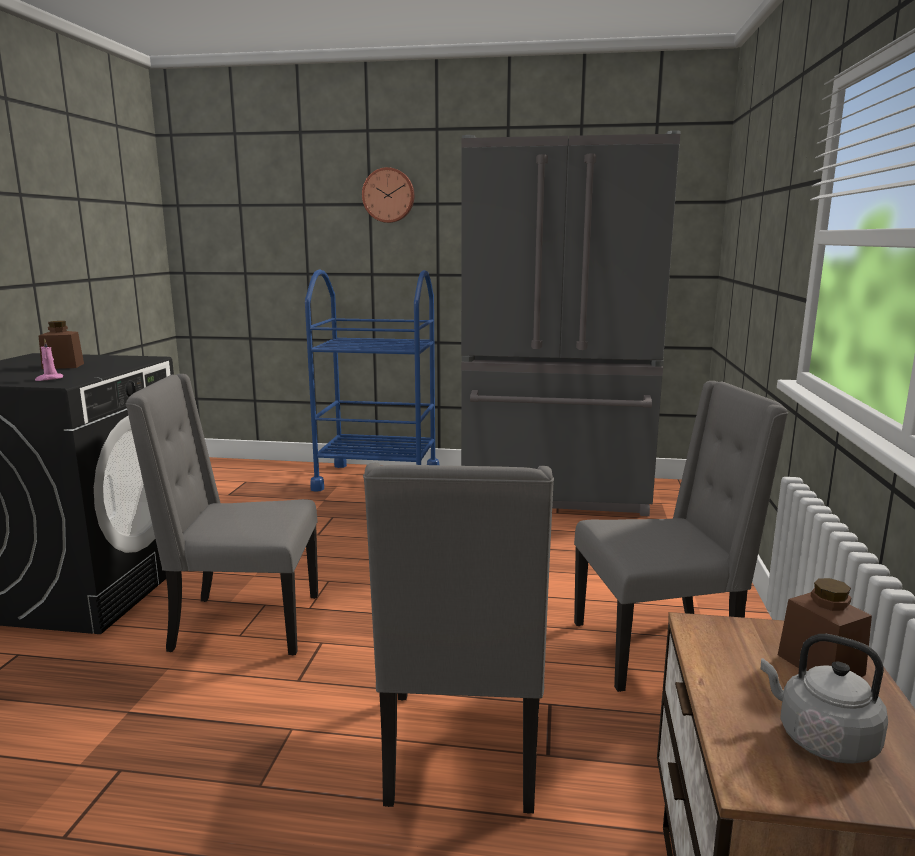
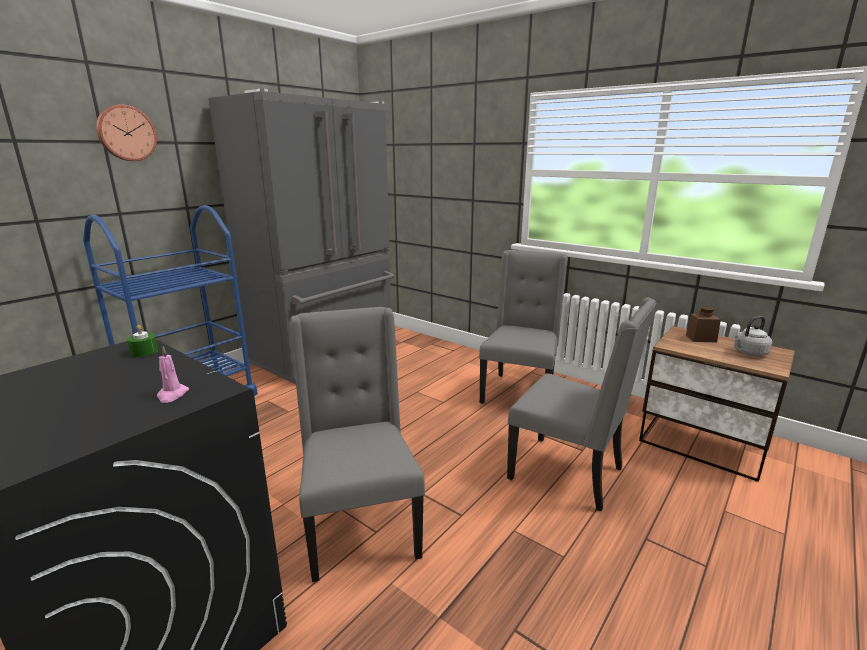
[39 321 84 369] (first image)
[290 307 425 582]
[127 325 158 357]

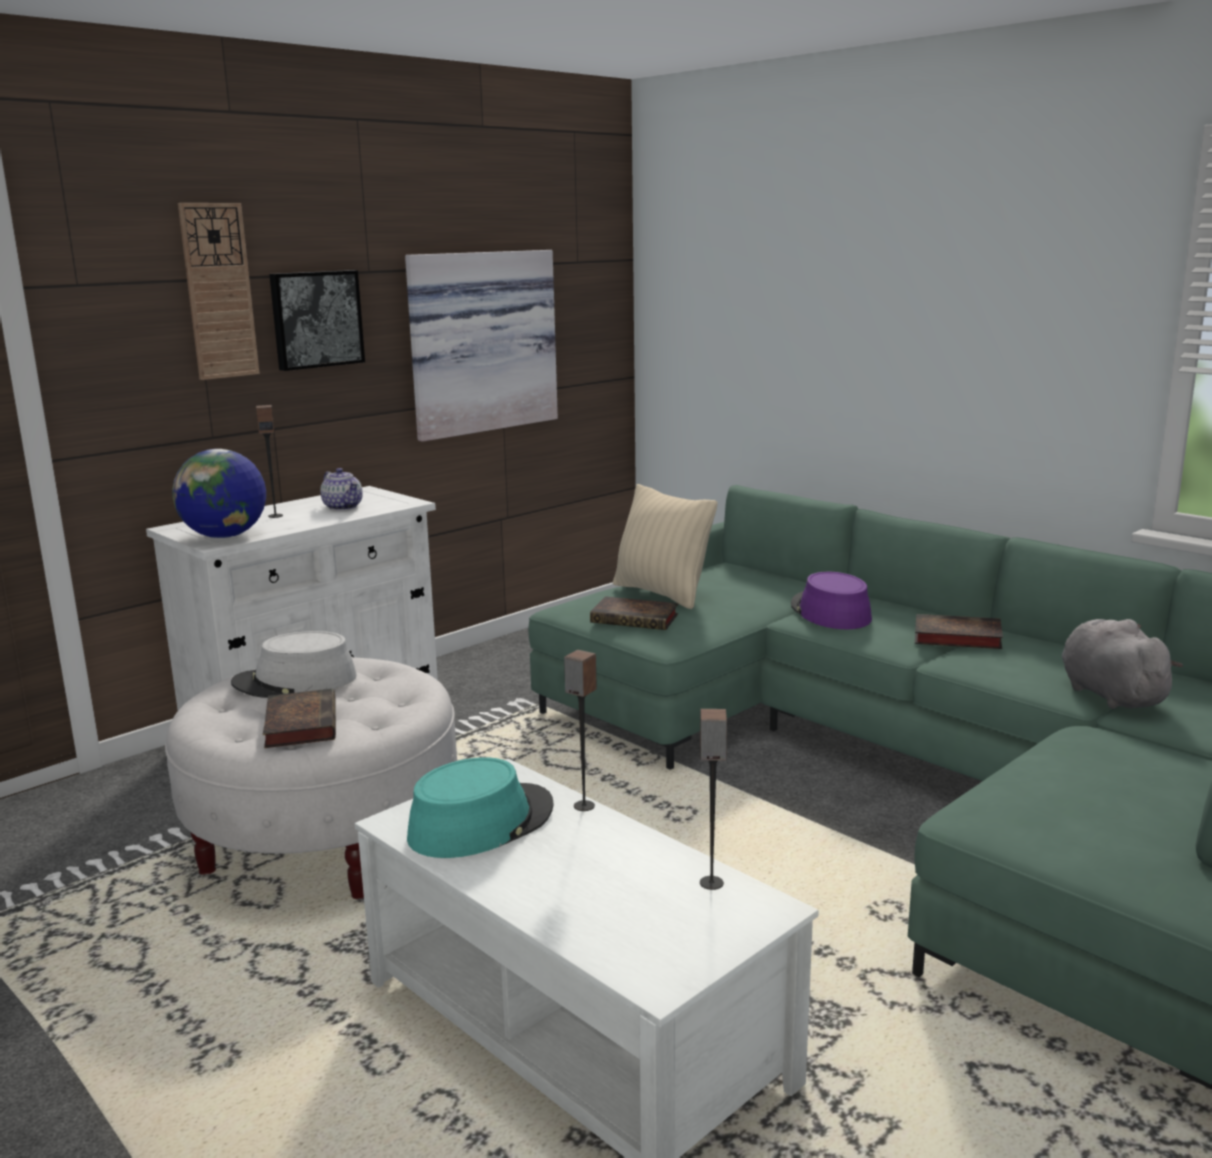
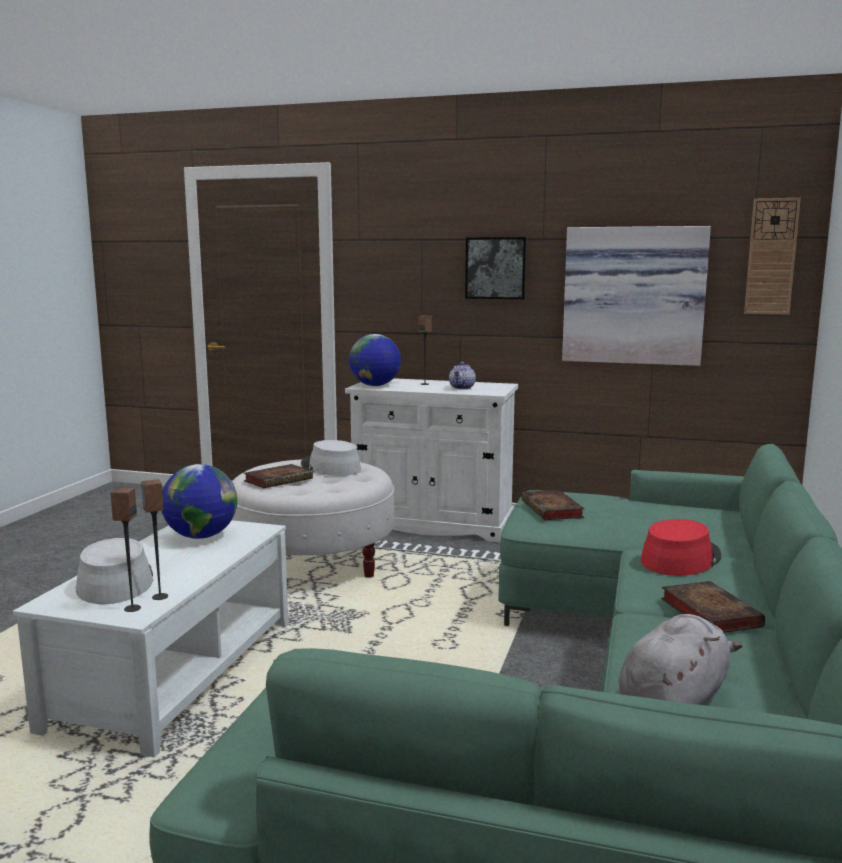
[744 198 801 315]
[162 464 237 539]
[110 488 141 612]
[613 484 718 609] (first image)
[641 519 722 576]
[76 538 154 604]

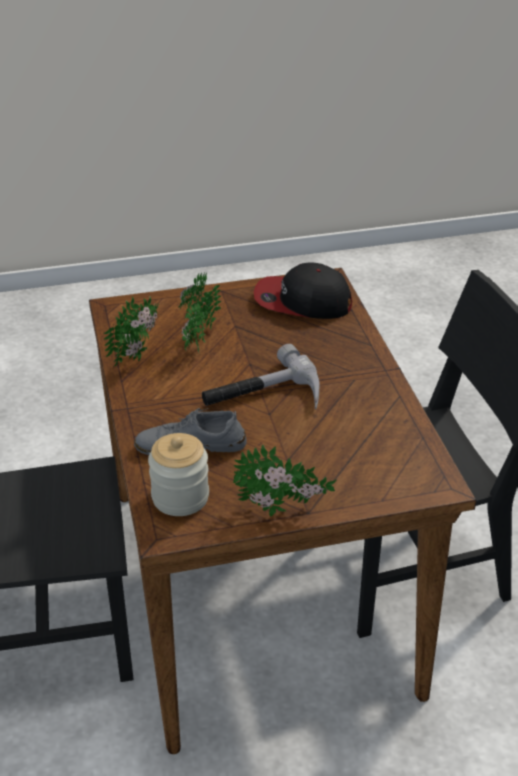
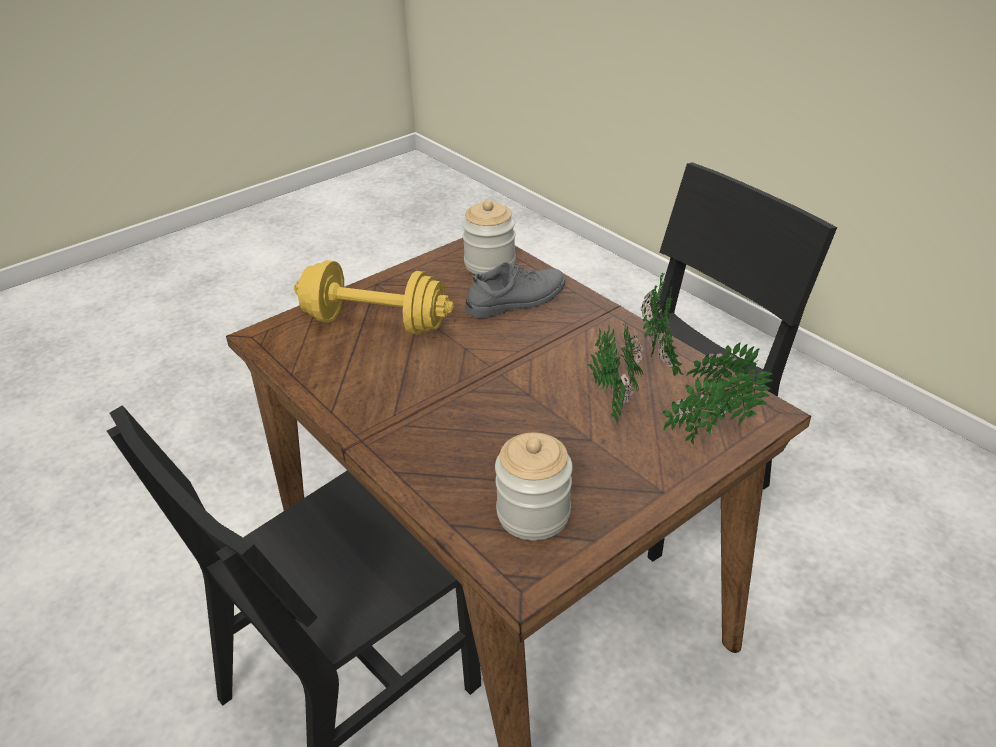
[202 344 320 410] (first image)
[663 342 773 445]
[495 433 573 540]
[294 260 454 335]

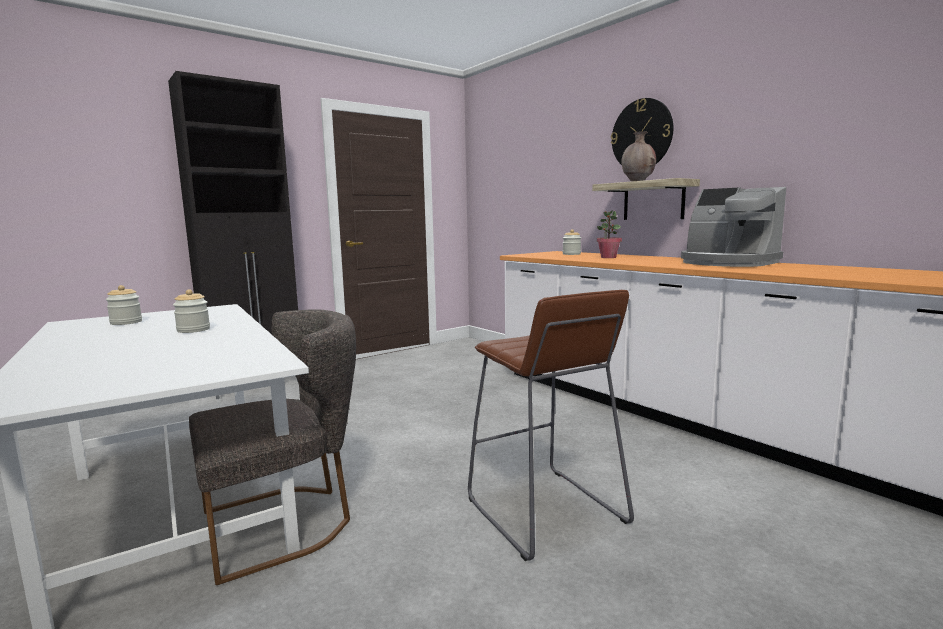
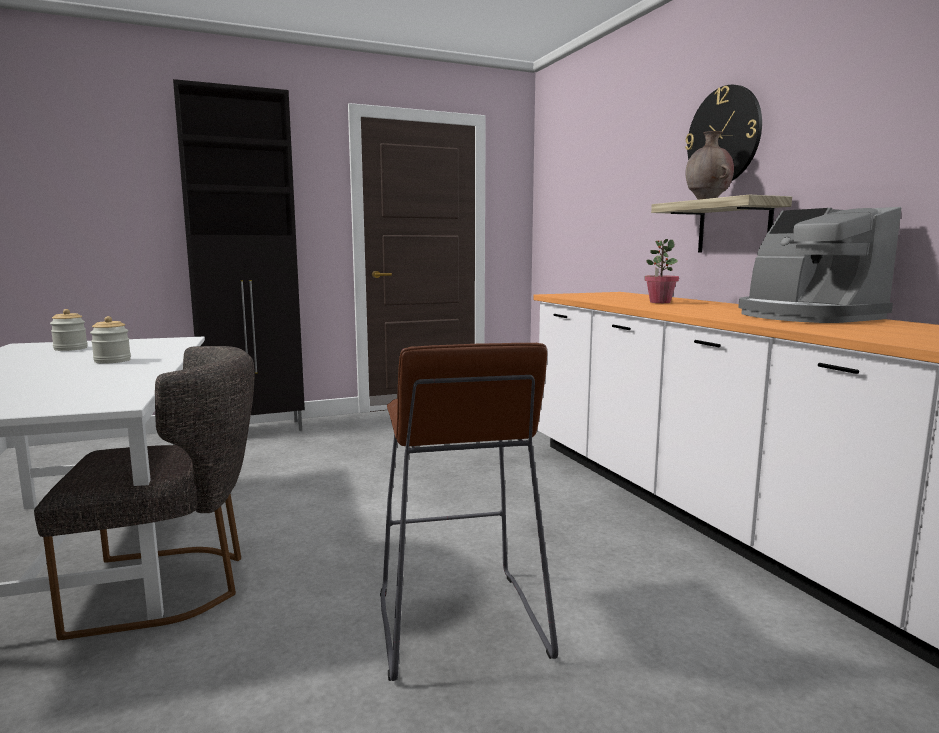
[563 229 581 255] (first image)

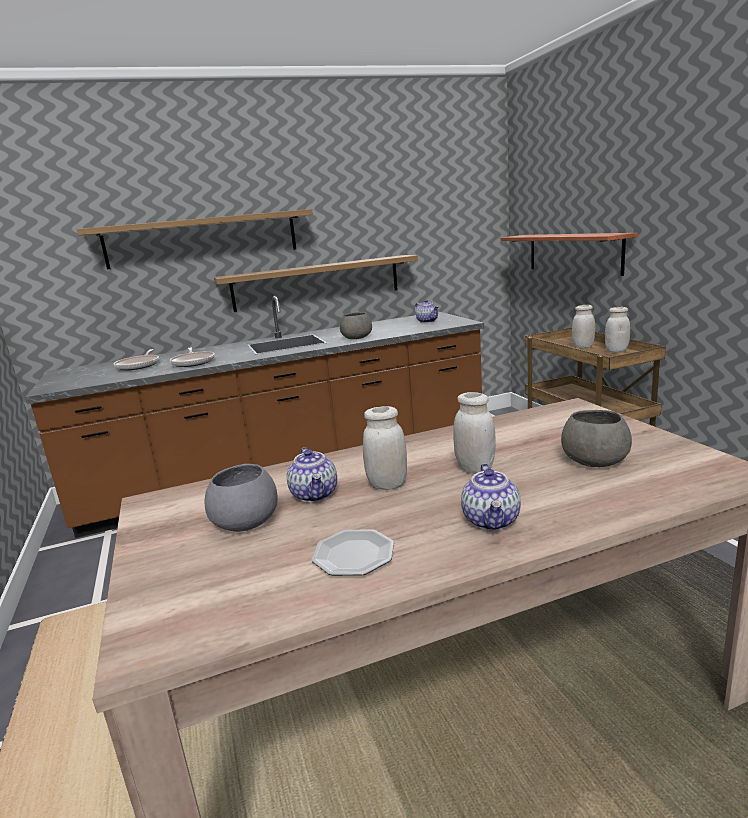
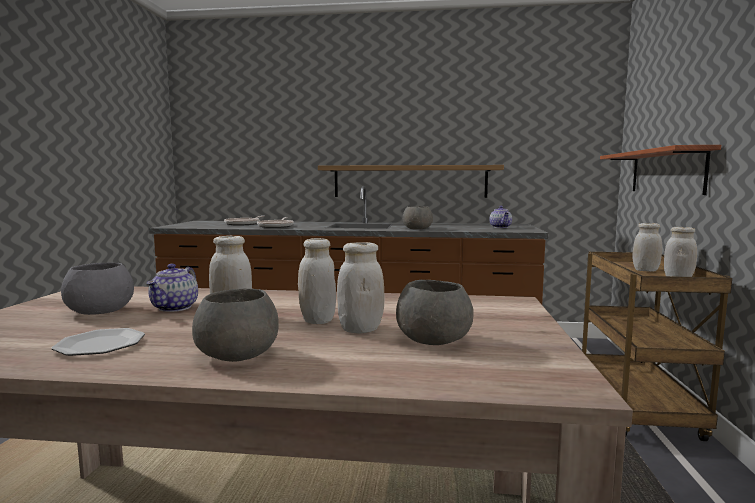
[77 209 313 269] (first image)
[192 288 279 362]
[337 242 384 333]

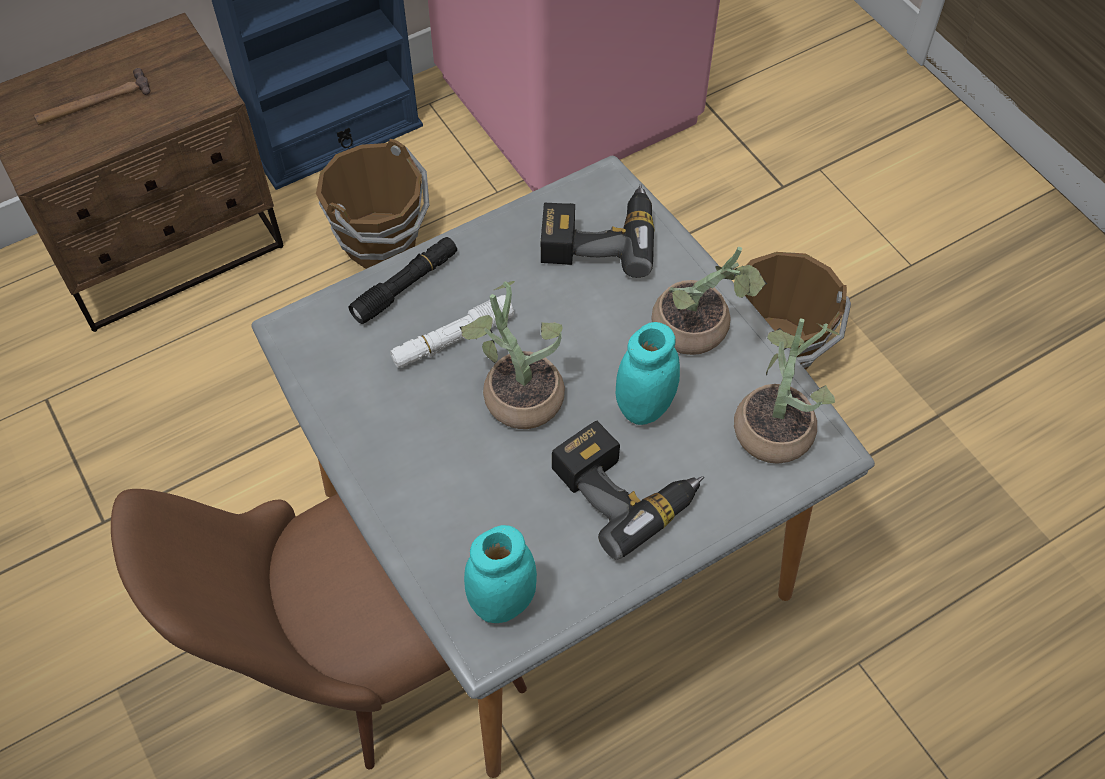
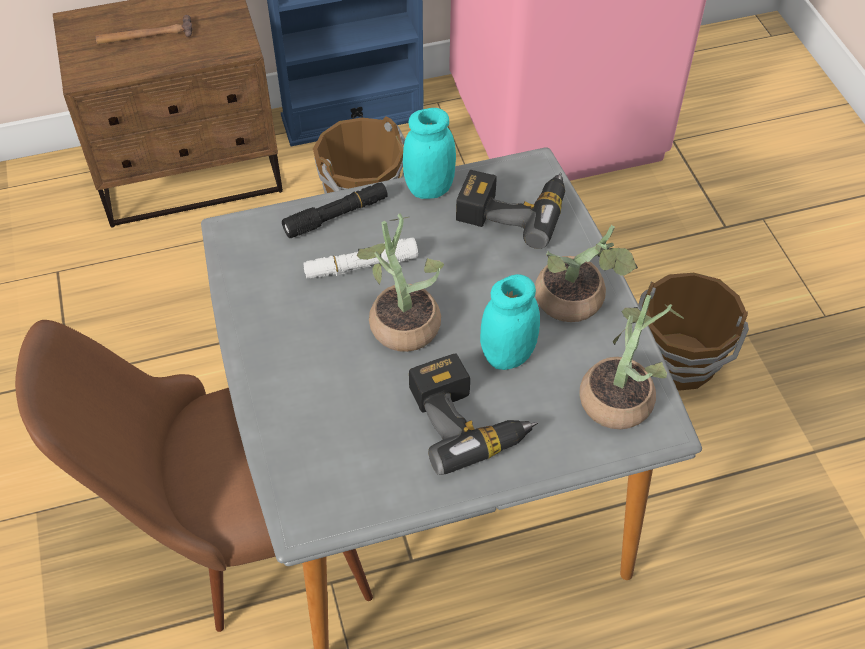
[403 108 456 199]

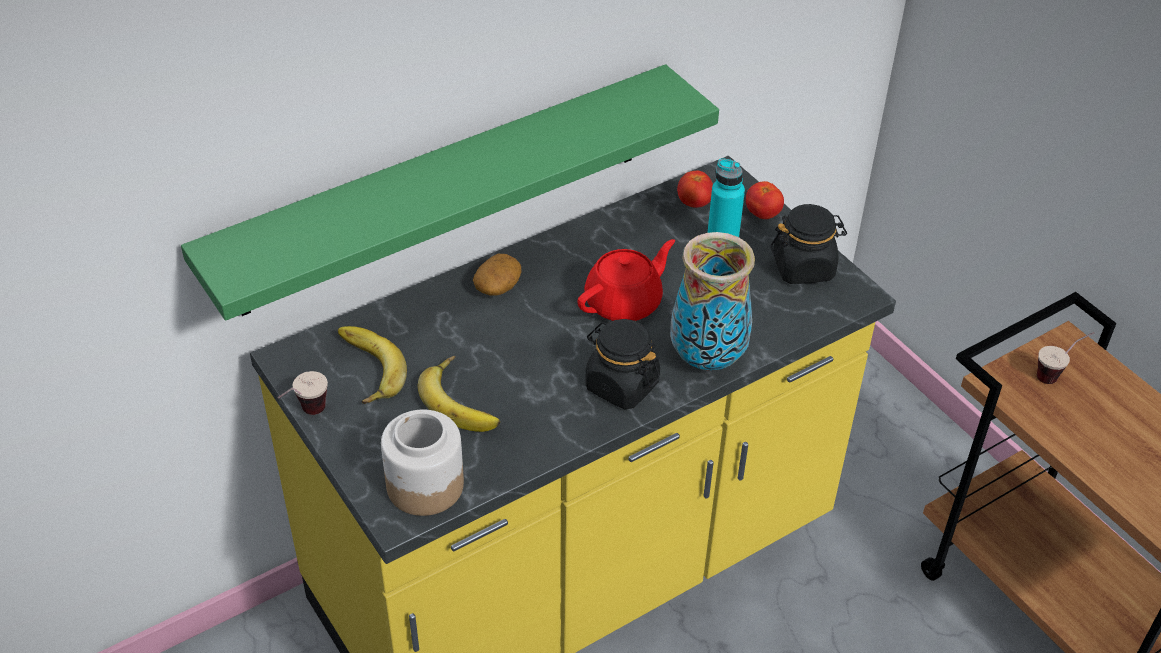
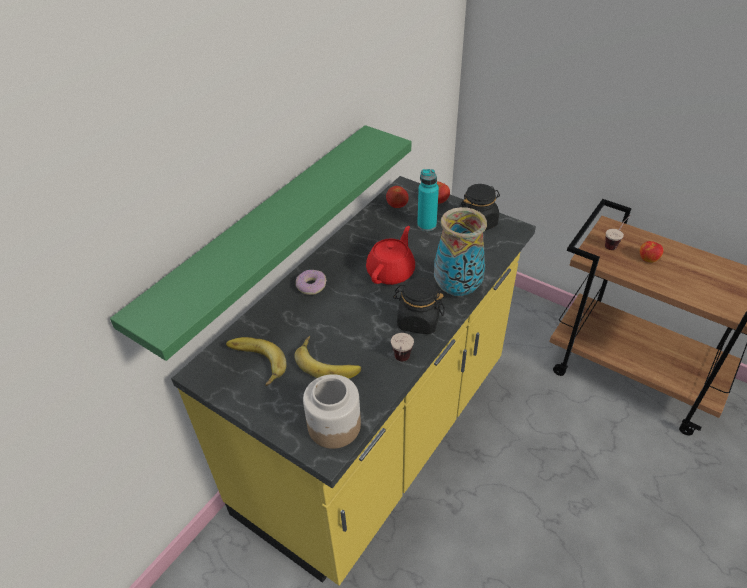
[391 333 414 361]
[296 270 327 295]
[640 241 663 263]

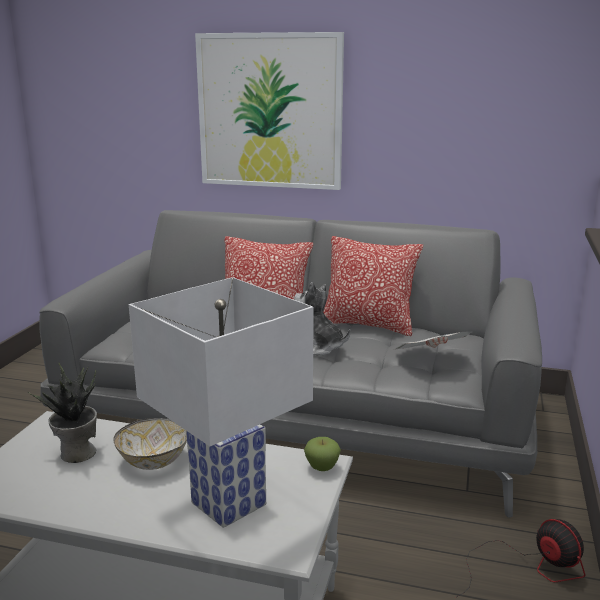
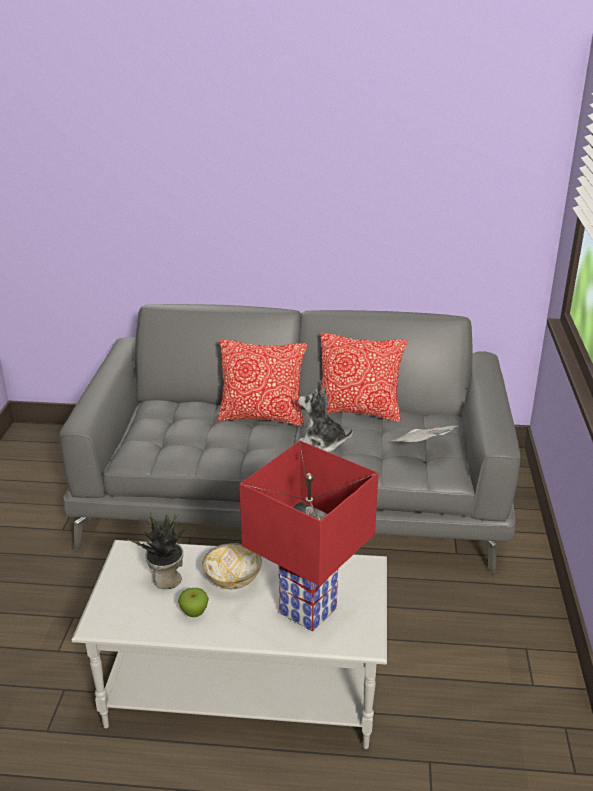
[239 441 378 631]
[195 32 344 190] (first image)
[178 588 209 617]
[456 519 585 597] (first image)

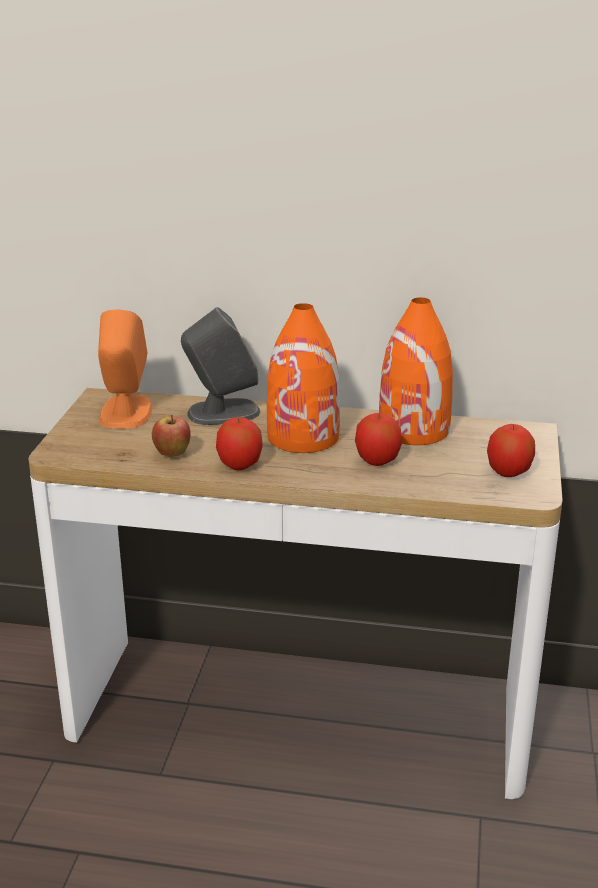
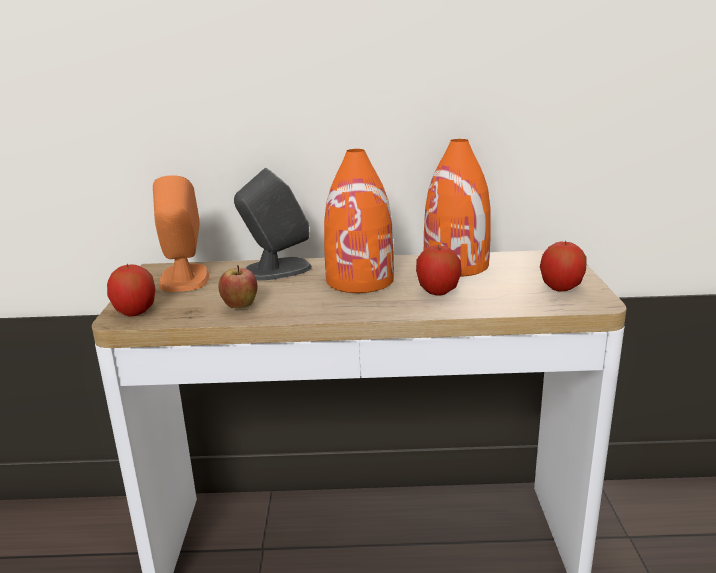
[107 264 155 317]

